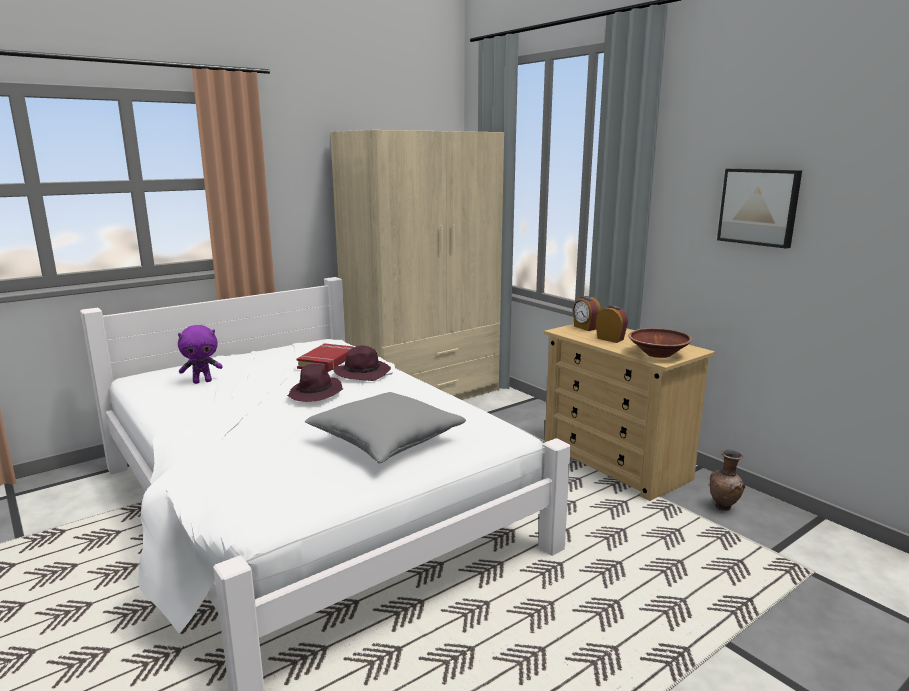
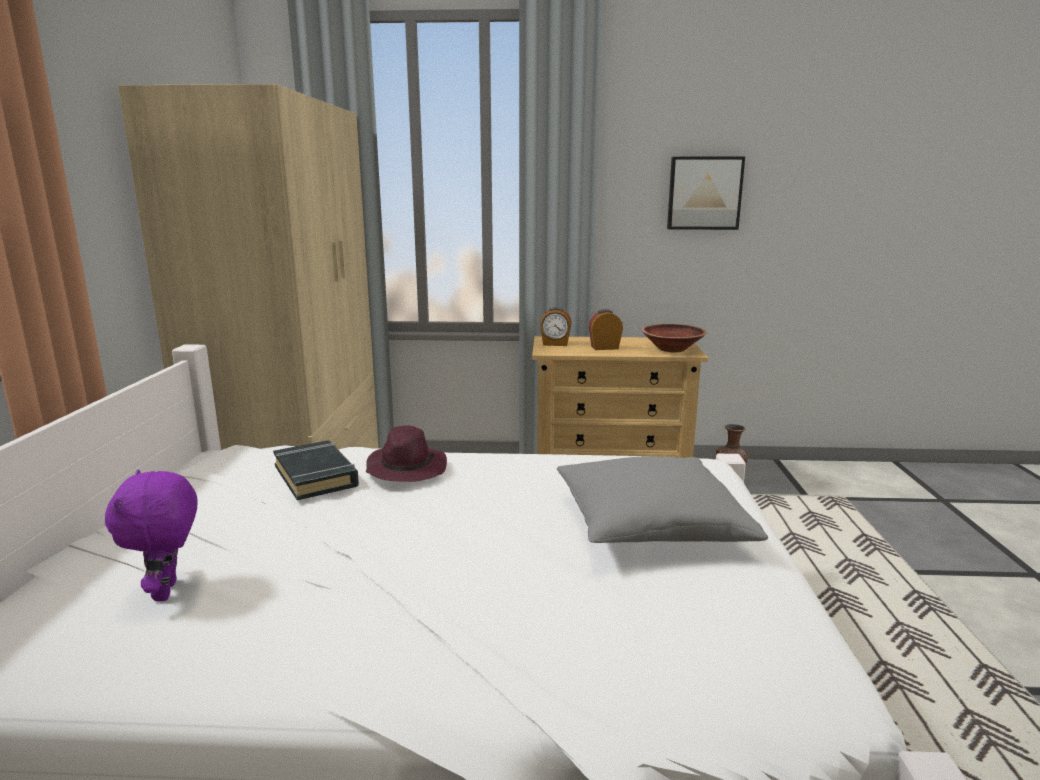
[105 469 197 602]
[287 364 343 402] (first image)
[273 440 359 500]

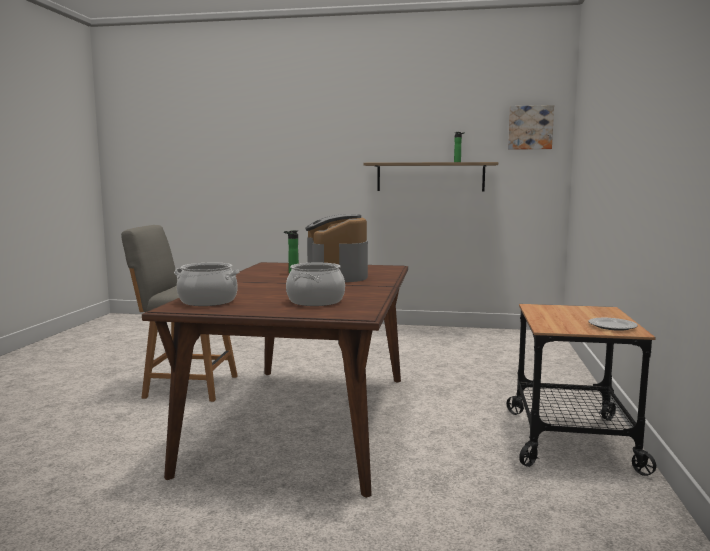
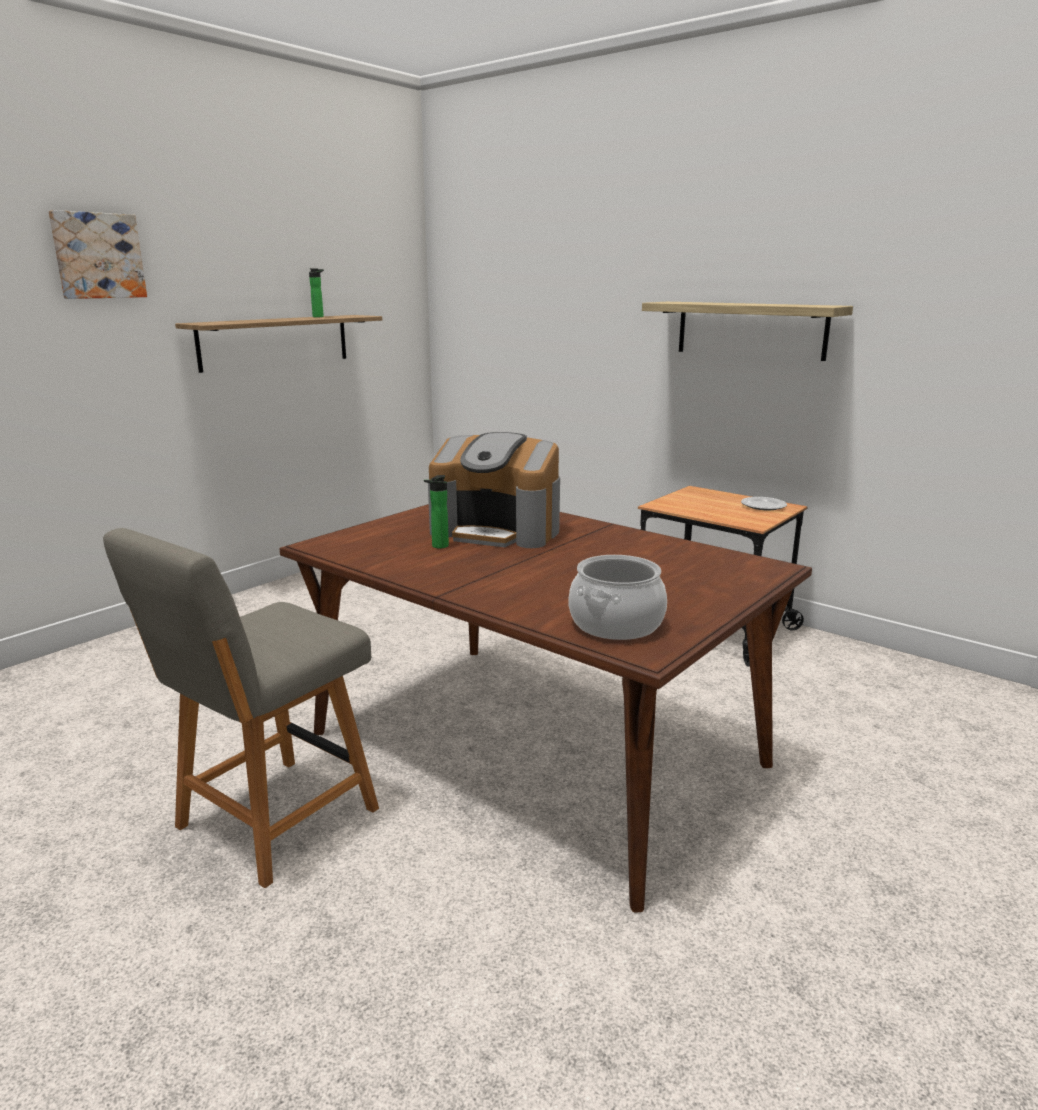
[286 263 345 306] (first image)
[49 210 147 299]
[642 302 853 361]

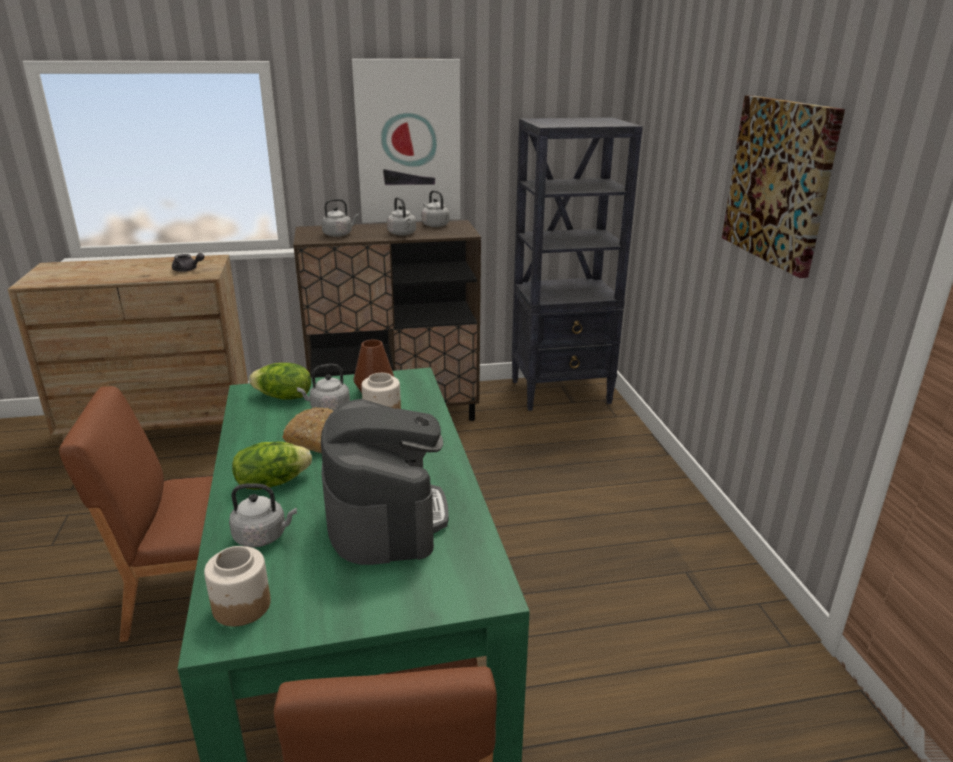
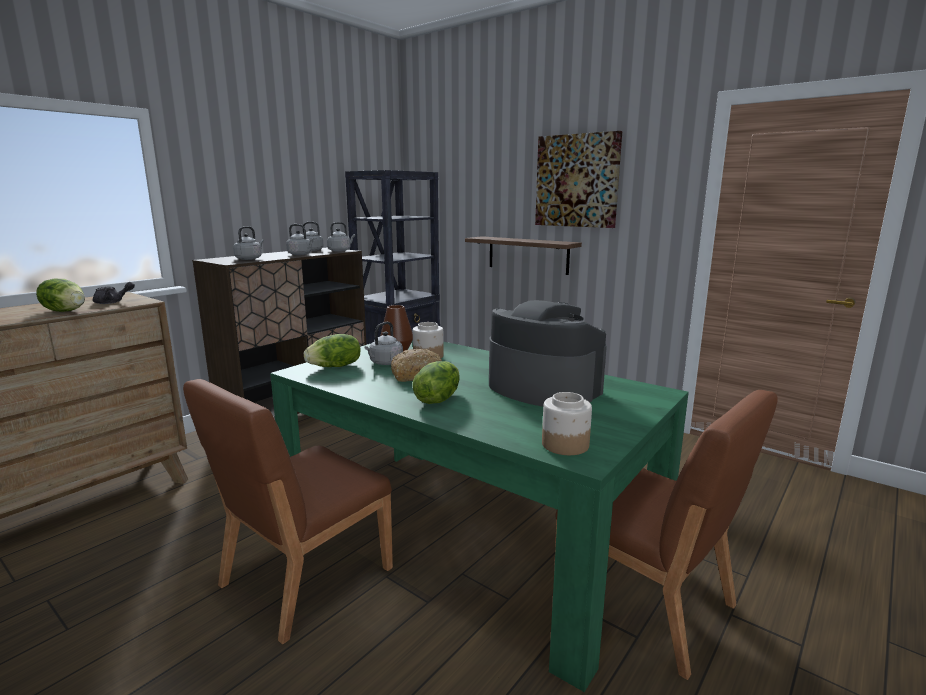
[327 222 355 252]
[352 59 461 223] (first image)
[36 278 85 312]
[465 236 582 275]

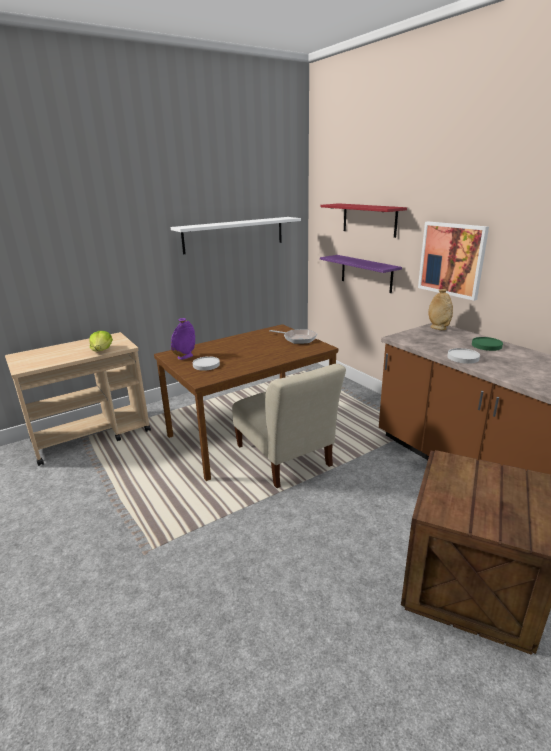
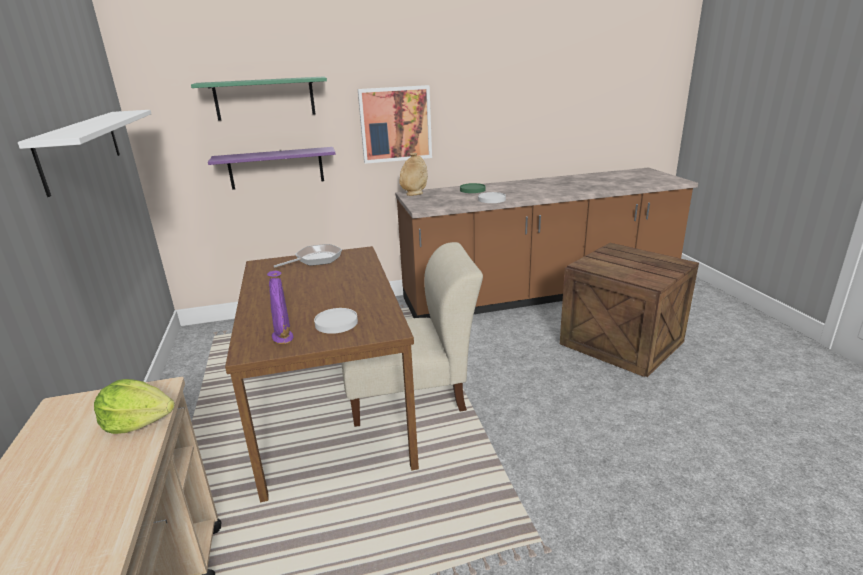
[191 76 327 121]

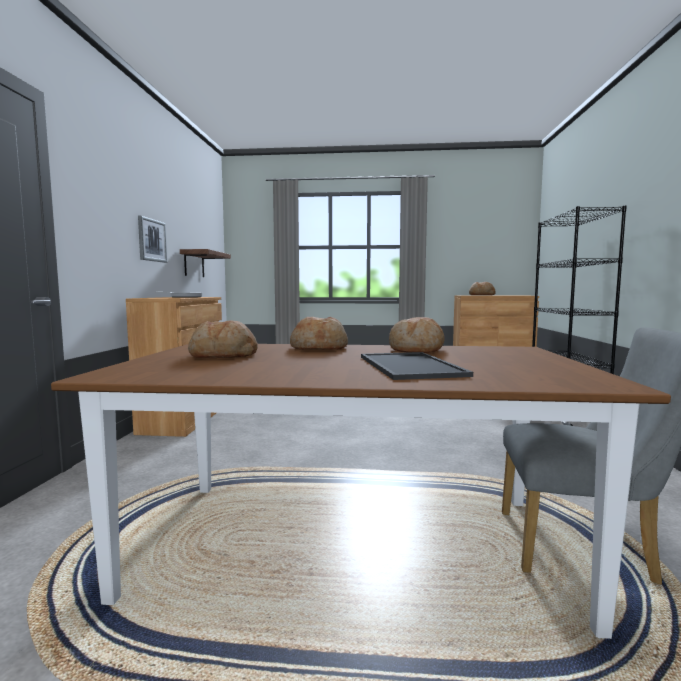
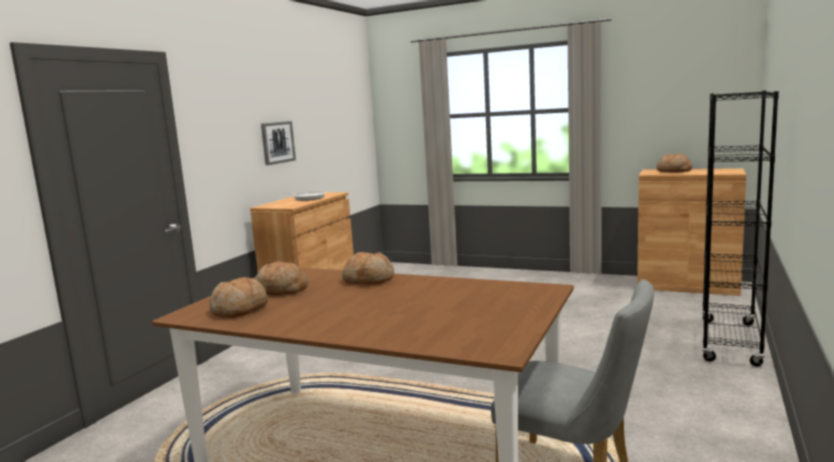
[180 249 231 277] (first image)
[361 352 473 380] (first image)
[209 277 268 318]

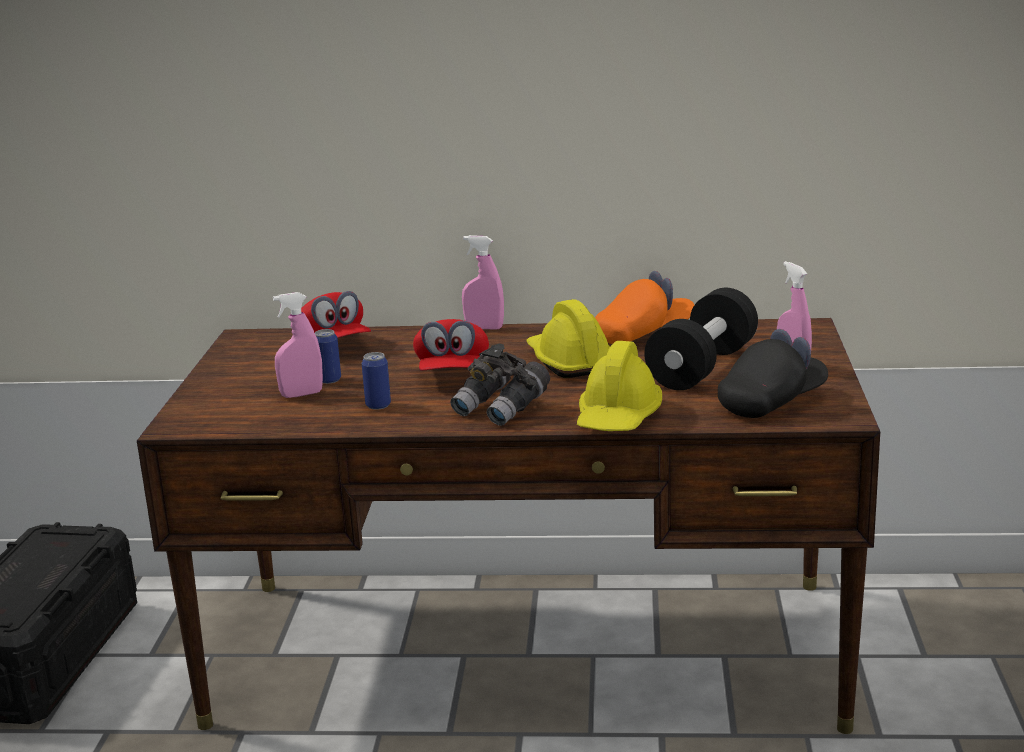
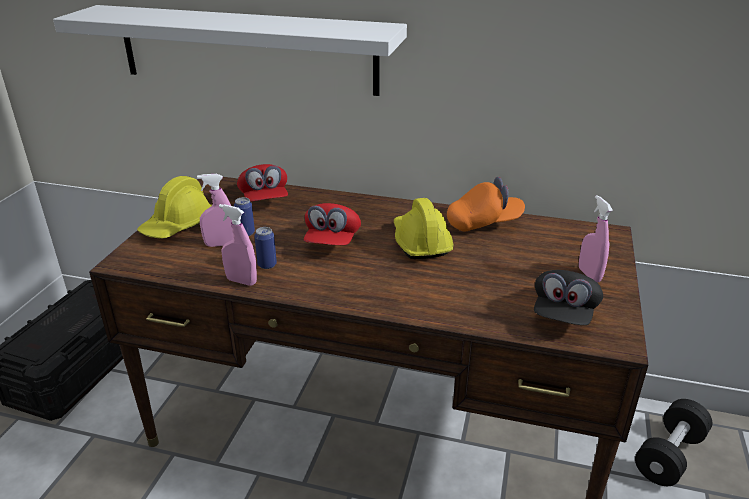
[450 344 550 426] (first image)
[219 204 257 286]
[137 176 212 239]
[635 399 712 486]
[534 270 603 325]
[53 5 407 96]

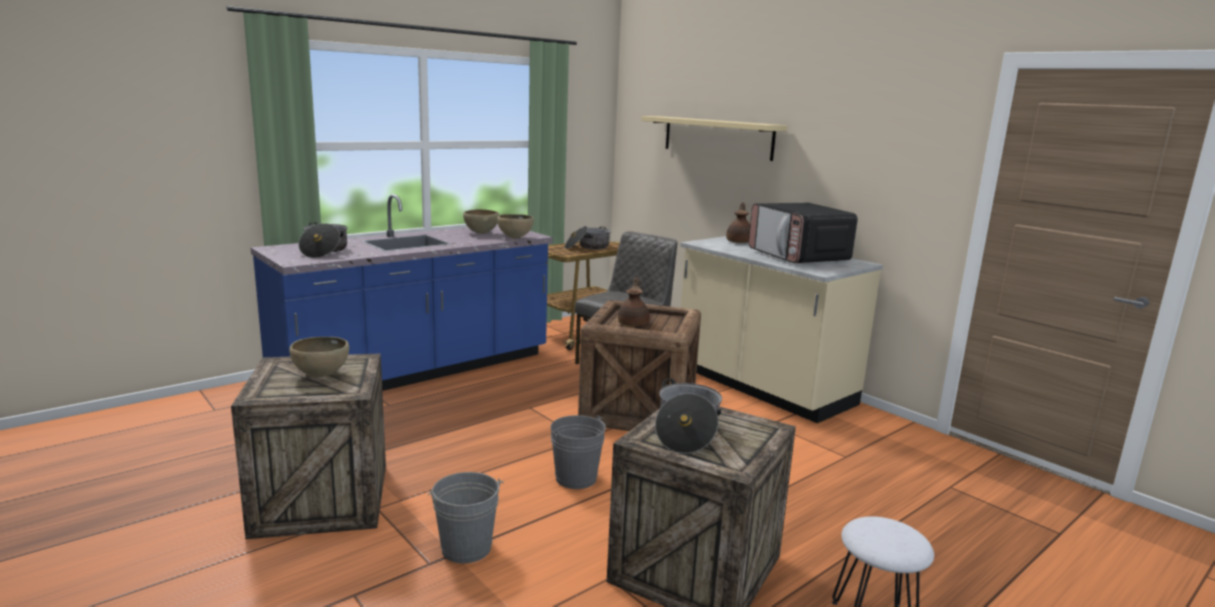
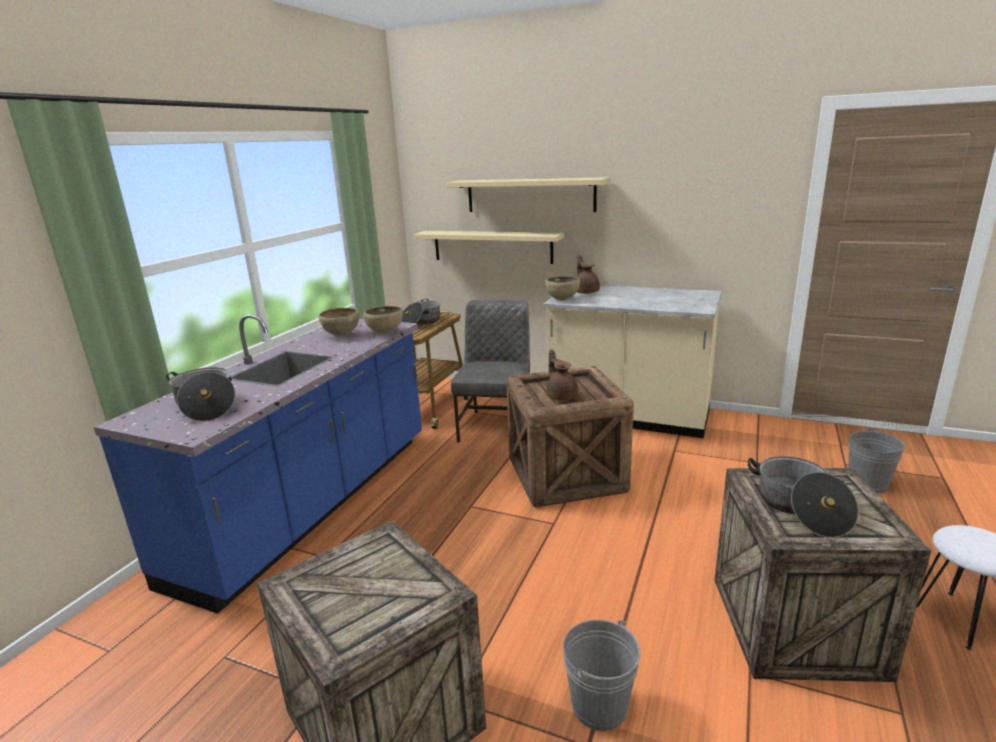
[545 276 580 301]
[848 428 905 493]
[748 203 858 264] (first image)
[413 231 564 264]

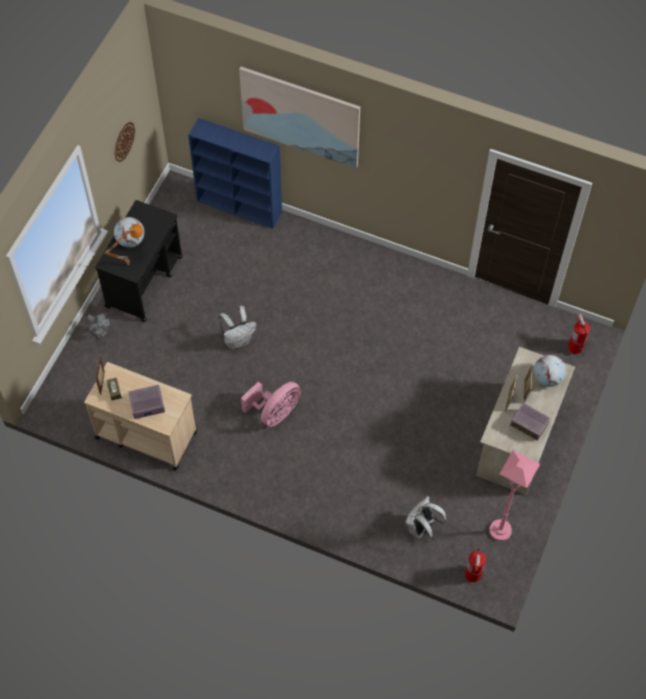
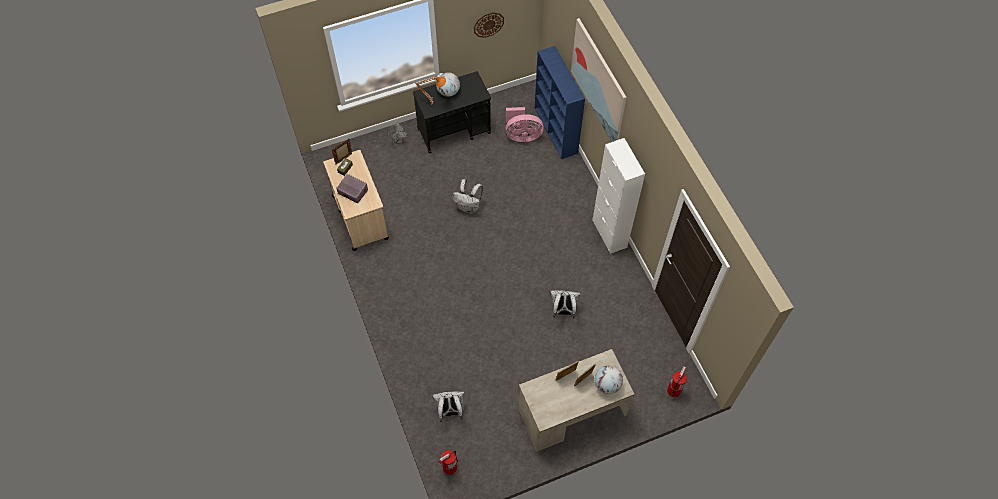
[505 107 544 142]
[489 450 540 541] (first image)
[510 403 550 441] (first image)
[550 290 580 318]
[592 138 645 254]

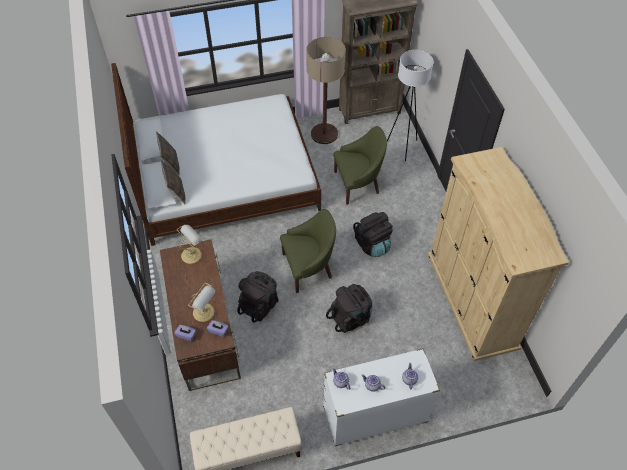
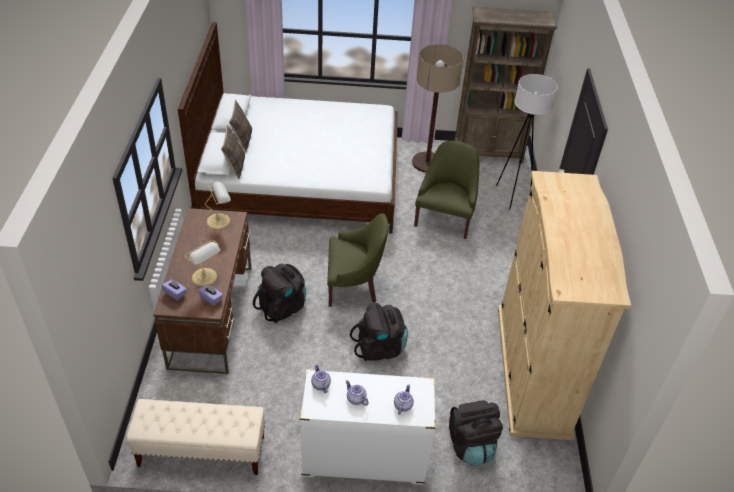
[414 140 479 239]
[449 400 503 466]

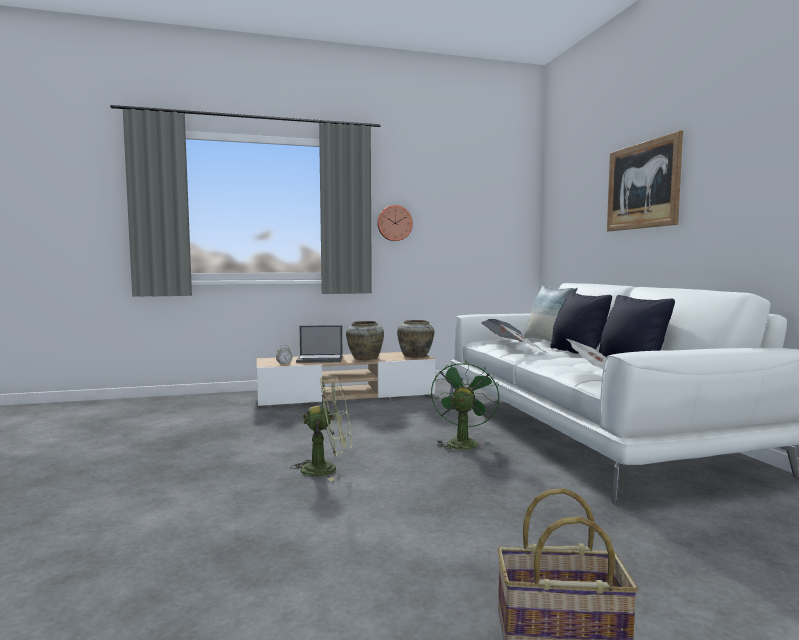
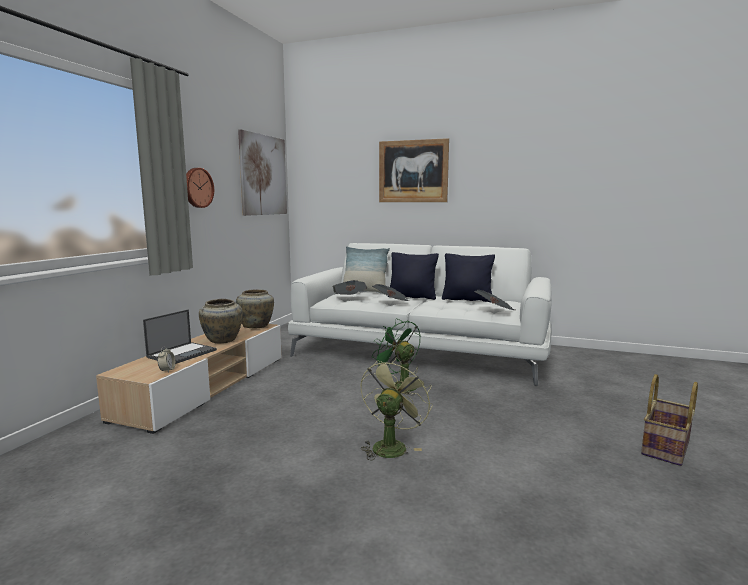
[238 129 287 216]

